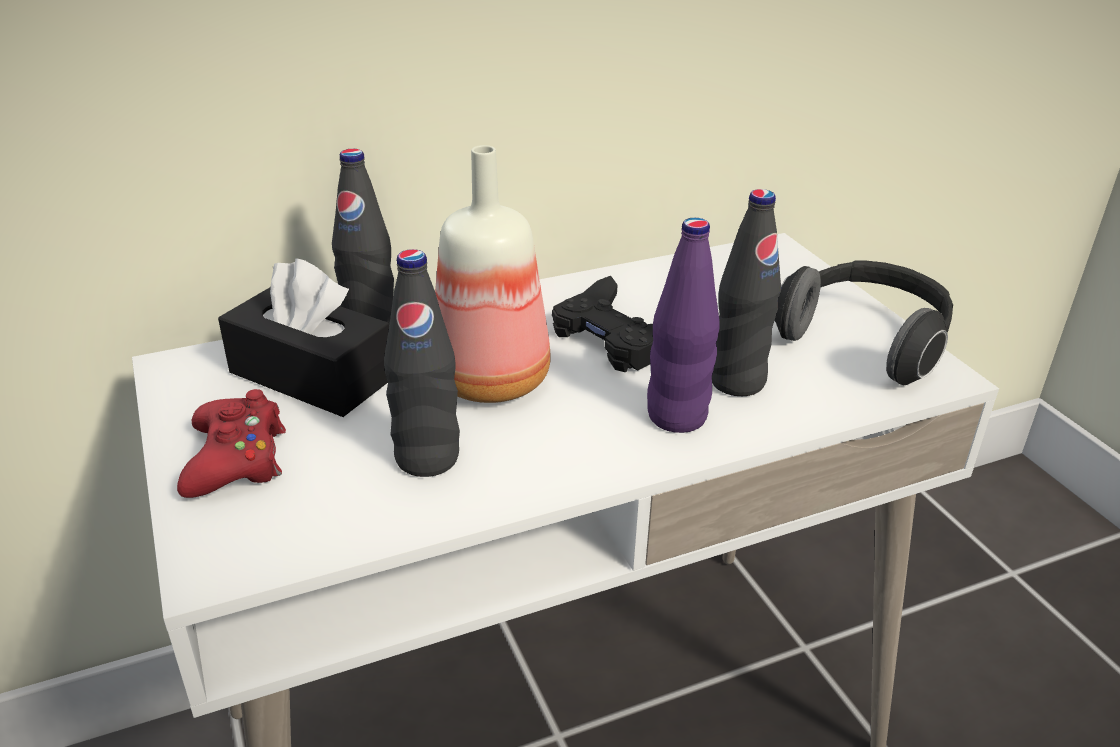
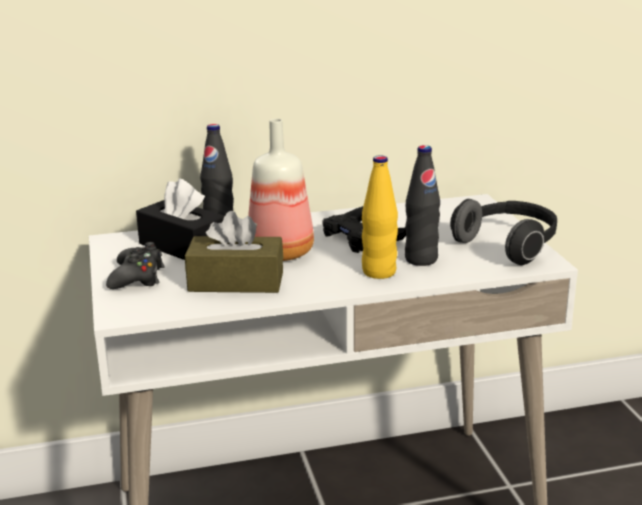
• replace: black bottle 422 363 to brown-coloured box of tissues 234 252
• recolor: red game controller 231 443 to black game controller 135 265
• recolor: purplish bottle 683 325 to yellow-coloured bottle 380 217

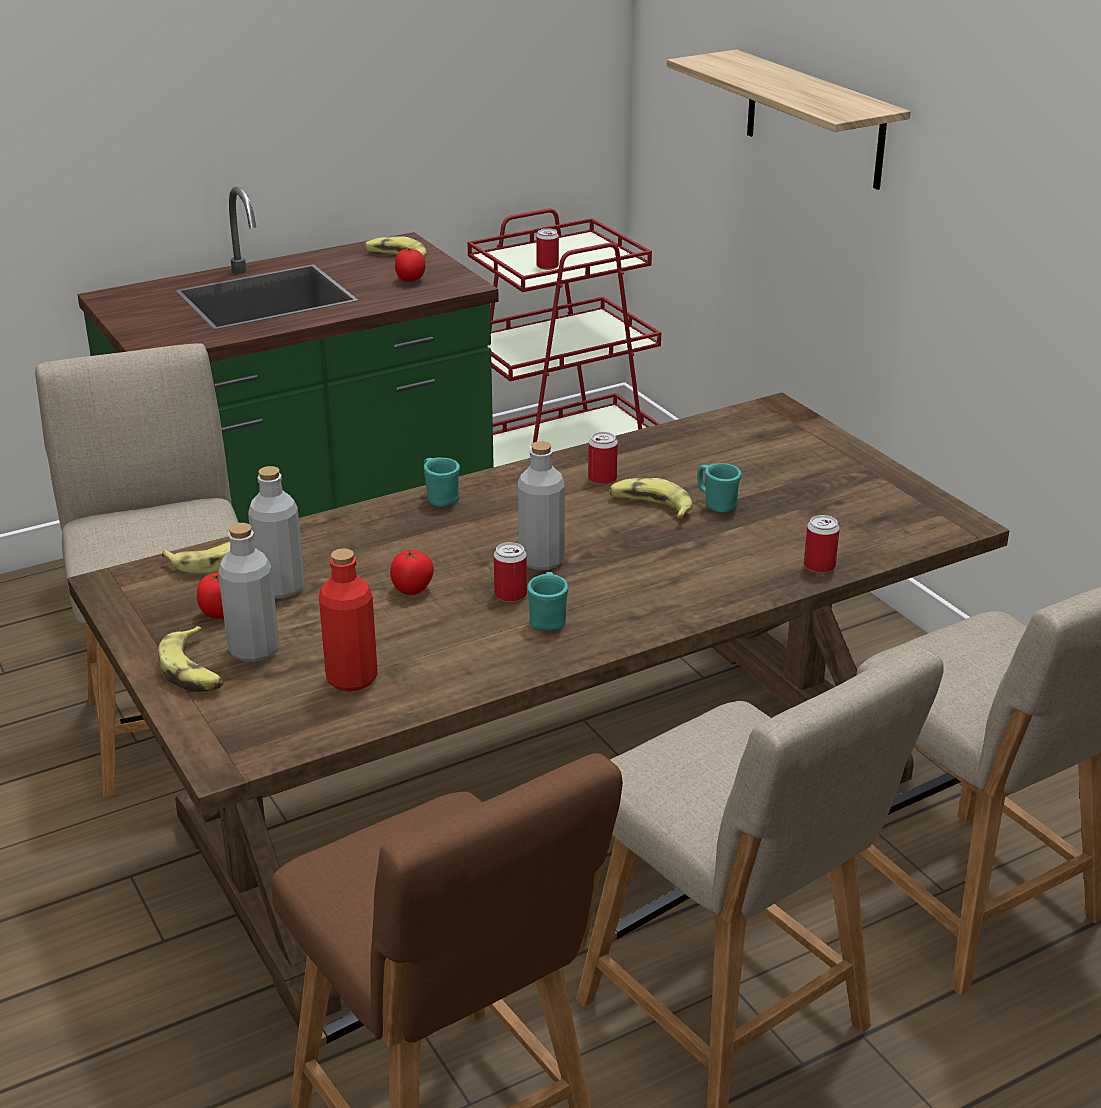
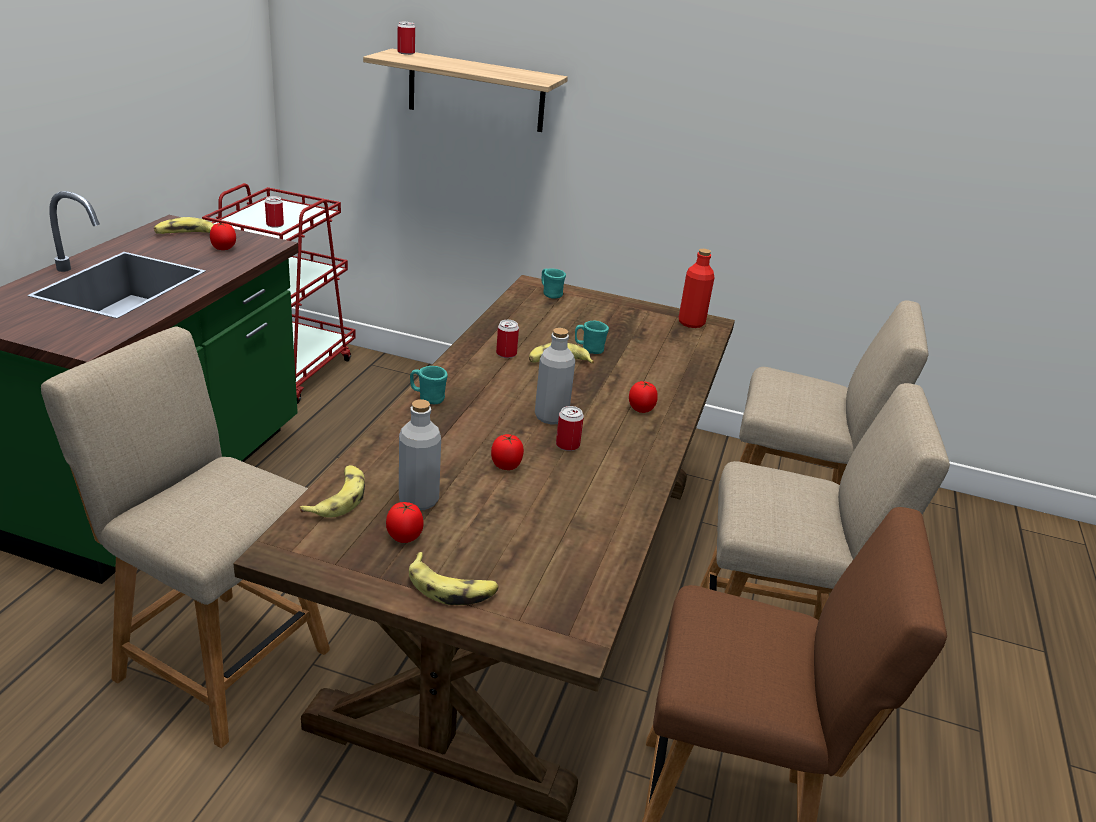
• delete: gray bottle 248 592
• insert: tomato 643 397
• move: red bottle 348 619 to 696 288
• move: turquoise tea mug 547 601 to 554 283
• move: can 822 544 to 406 38

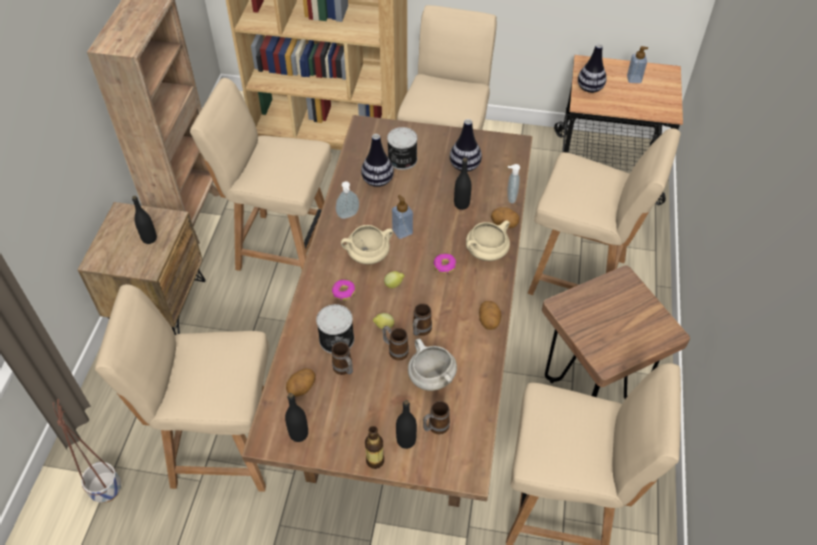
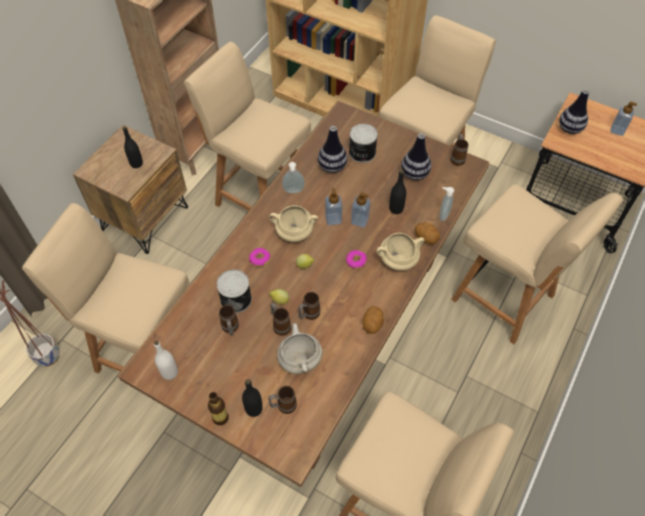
• delete: potato 301 382
• delete: brown-coloured sitting stool 616 332
• insert: liquid soap bottle 361 210
• insert: tea mug 459 150
• recolor: black bottle 296 417 to whitish bottle 166 360

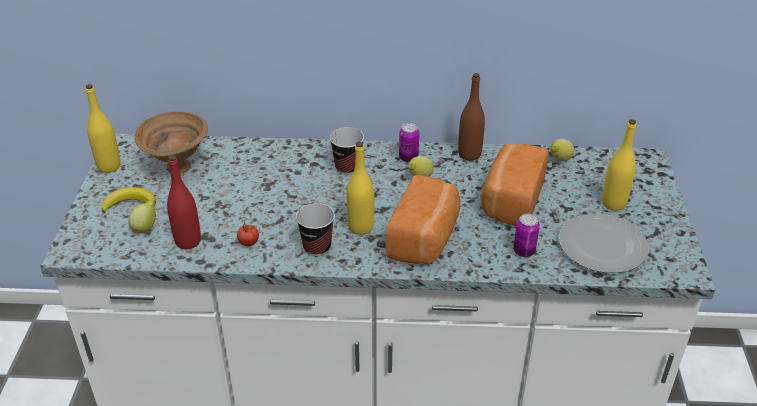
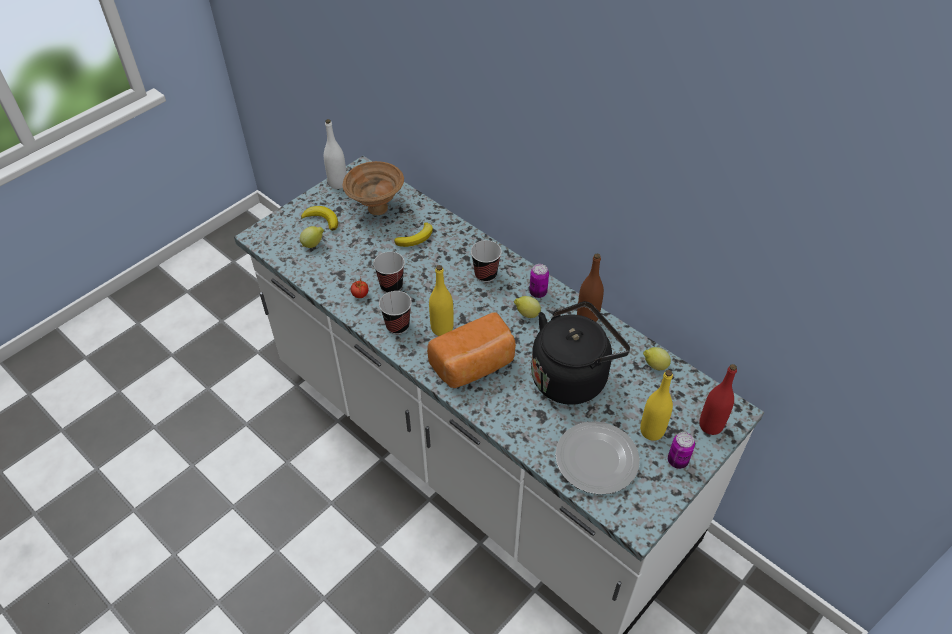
• insert: drinking cup 389 272
• insert: banana fruit 413 234
• move: red bottle 184 202 to 718 399
• move: can 526 235 to 681 450
• replace: bakery bread 515 184 to black kettle 580 353
• recolor: yellow-coloured bottle 103 128 to whitish bottle 335 154

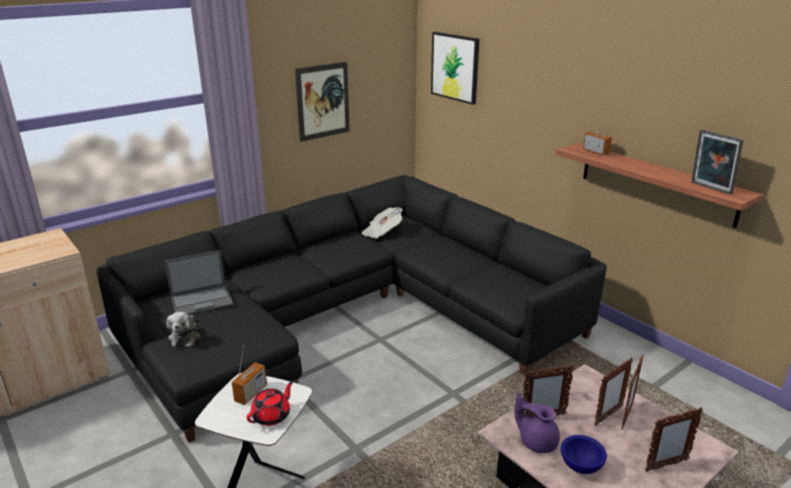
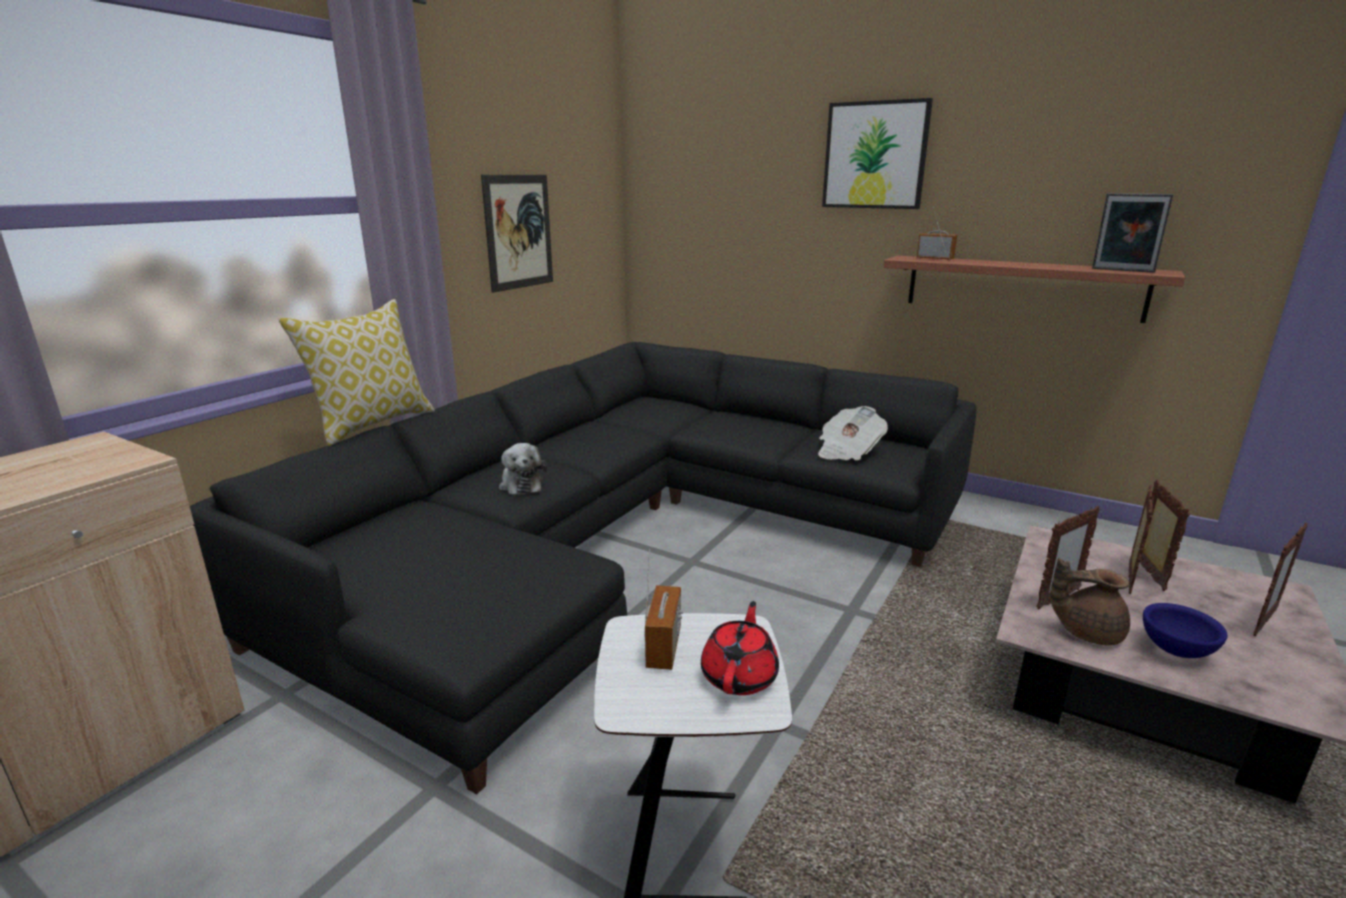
• delete: notebook computer 198 282
• insert: pillow 356 372
• move: plush toy 183 330 to 523 469
• move: daily paper 382 223 to 853 433
• move: picture 455 68 to 877 153
• recolor: purplish teapot 537 423 to brown-coloured teapot 1090 602

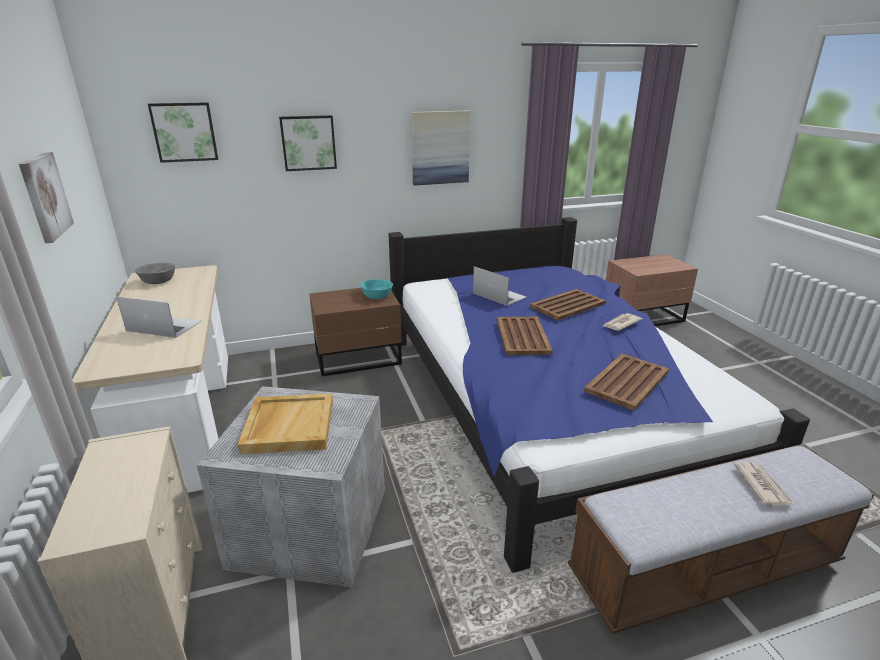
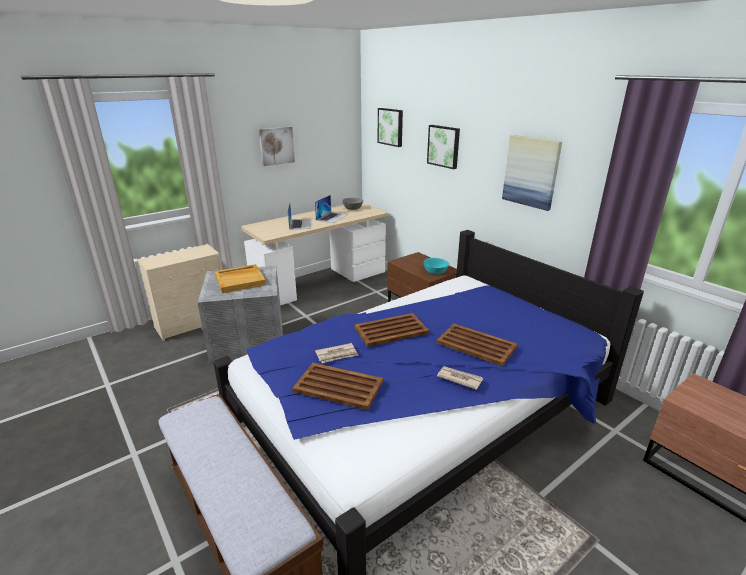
• move: notebook computer 500 286 to 331 209
• move: daily paper 764 483 to 337 353

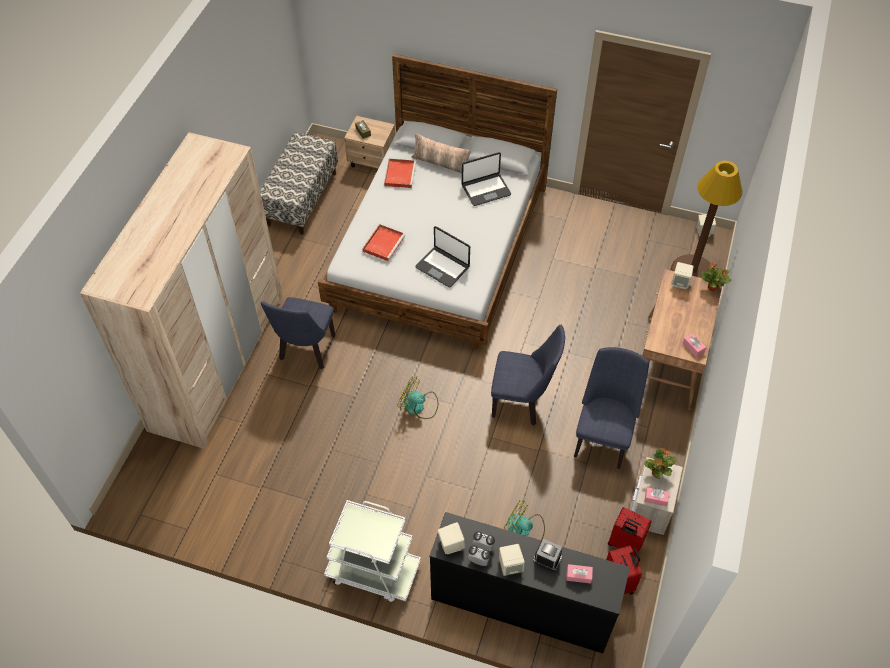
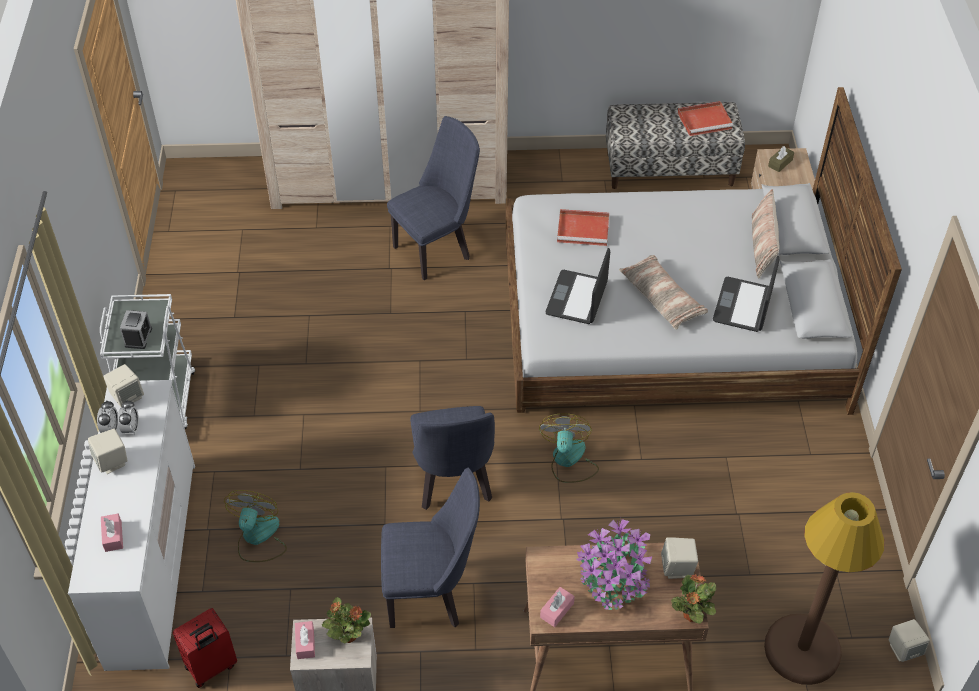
• delete: red travel case 630 532
• insert: potted plant 614 564
• insert: pillow 663 292
• move: red serving tray 400 173 to 705 118
• move: electric fan 417 397 to 569 448
• move: bedside clock 547 555 to 136 329
• recolor: black drawer chest 530 582 to whitish drawer chest 131 525
• rotate: blue-coloured upright chair 298 333 = 433 198 150 degrees clockwise
• rotate: notebook computer 486 179 = 746 294 60 degrees clockwise

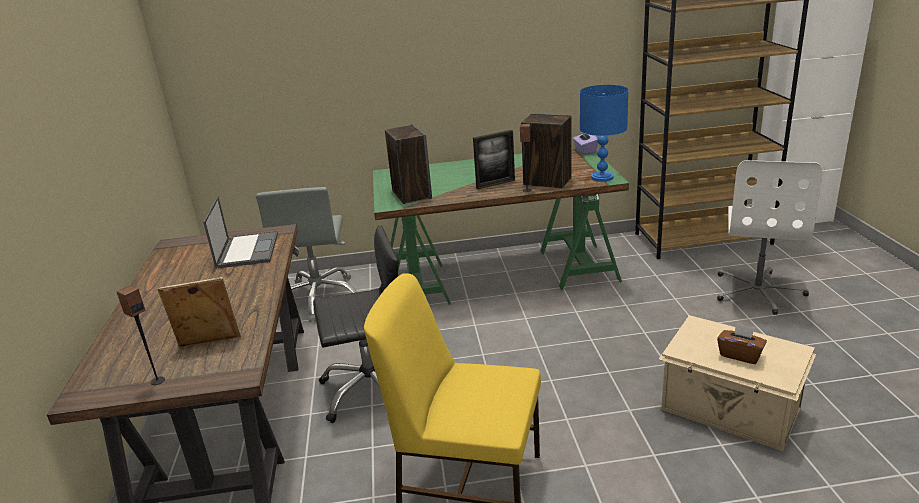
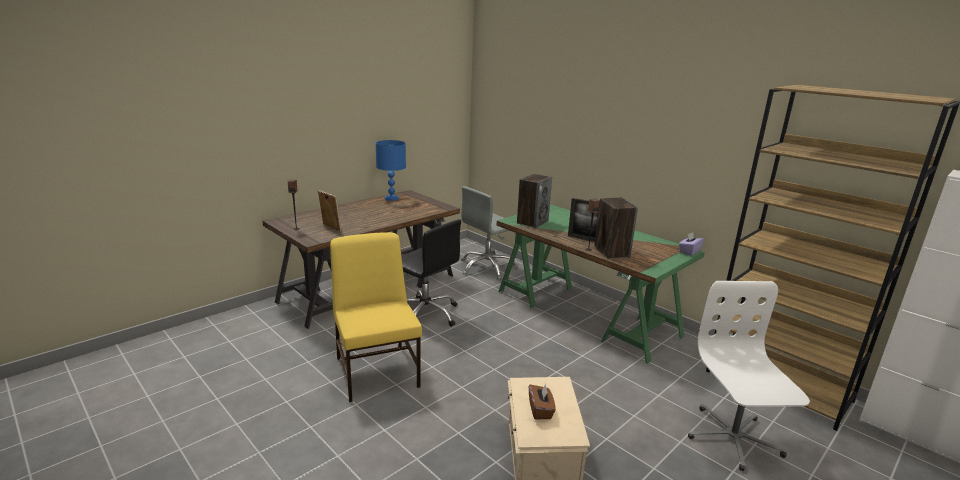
• delete: notebook computer 240 232
• move: blue-coloured tabletop lamp 604 133 to 391 170
• rotate: whitish desk chair 769 237 = 749 376 105 degrees clockwise

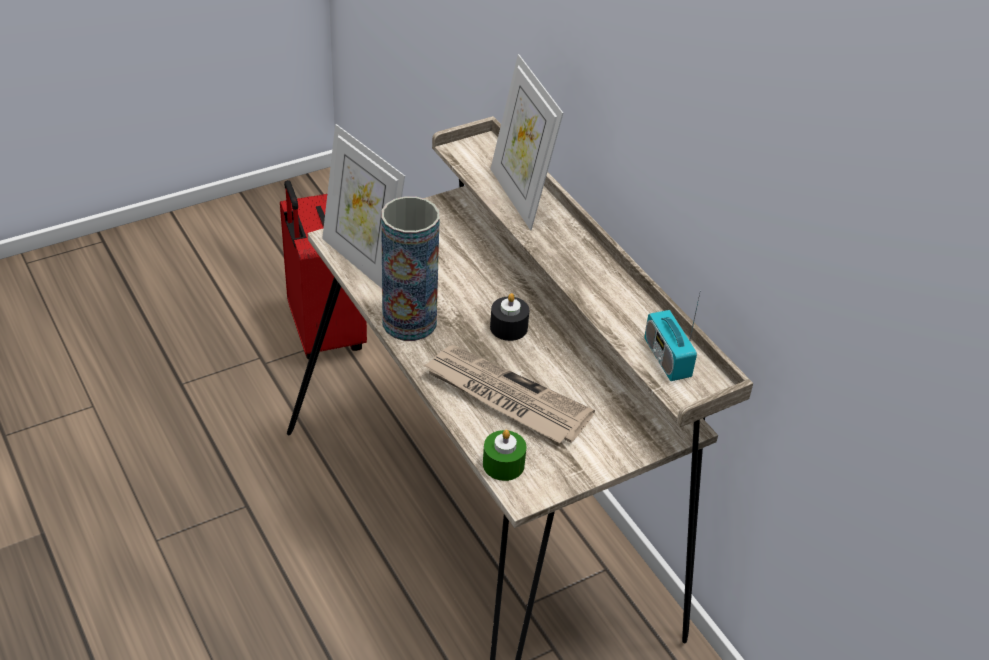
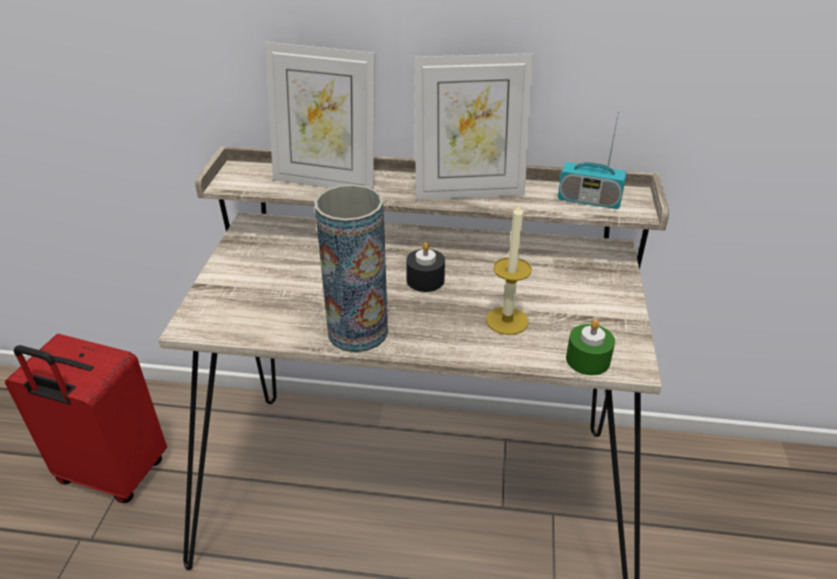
• move: picture frame 363 206 to 474 126
• replace: daily paper 509 394 to candle 509 268

